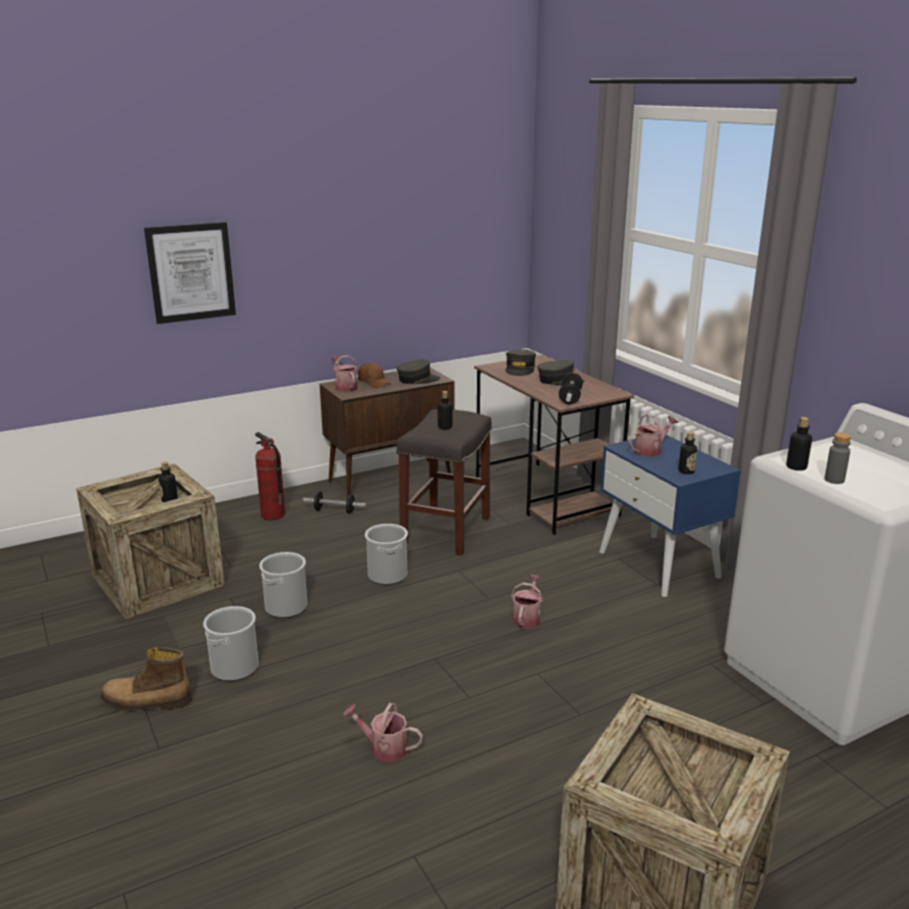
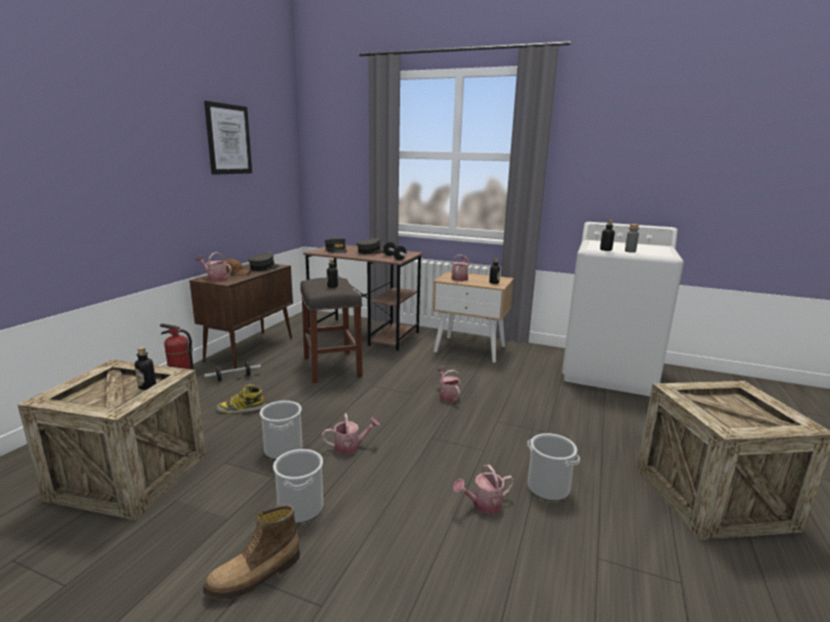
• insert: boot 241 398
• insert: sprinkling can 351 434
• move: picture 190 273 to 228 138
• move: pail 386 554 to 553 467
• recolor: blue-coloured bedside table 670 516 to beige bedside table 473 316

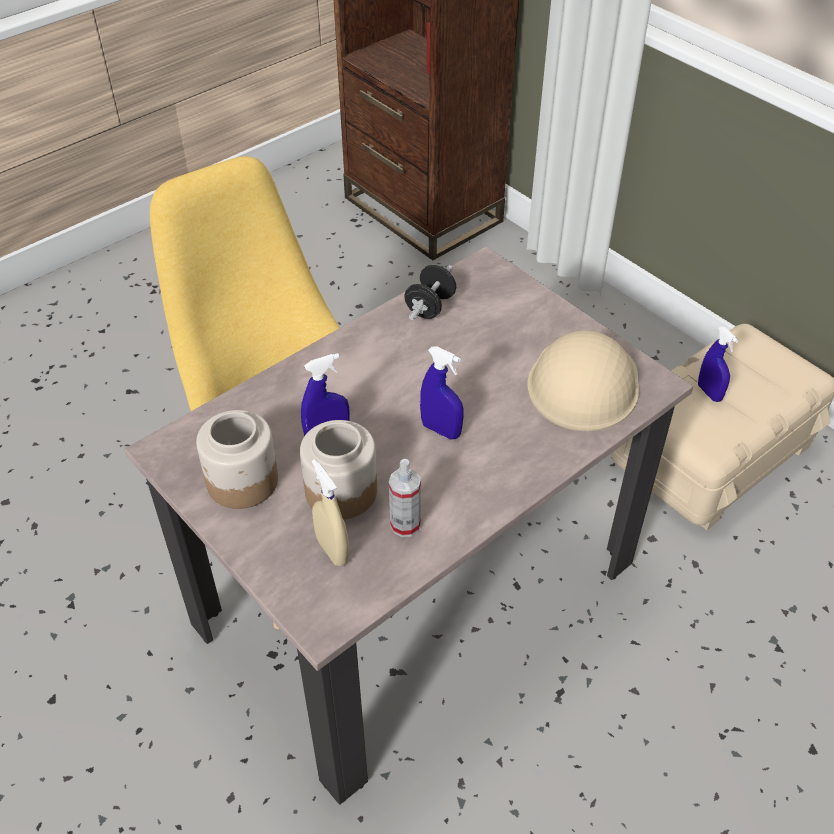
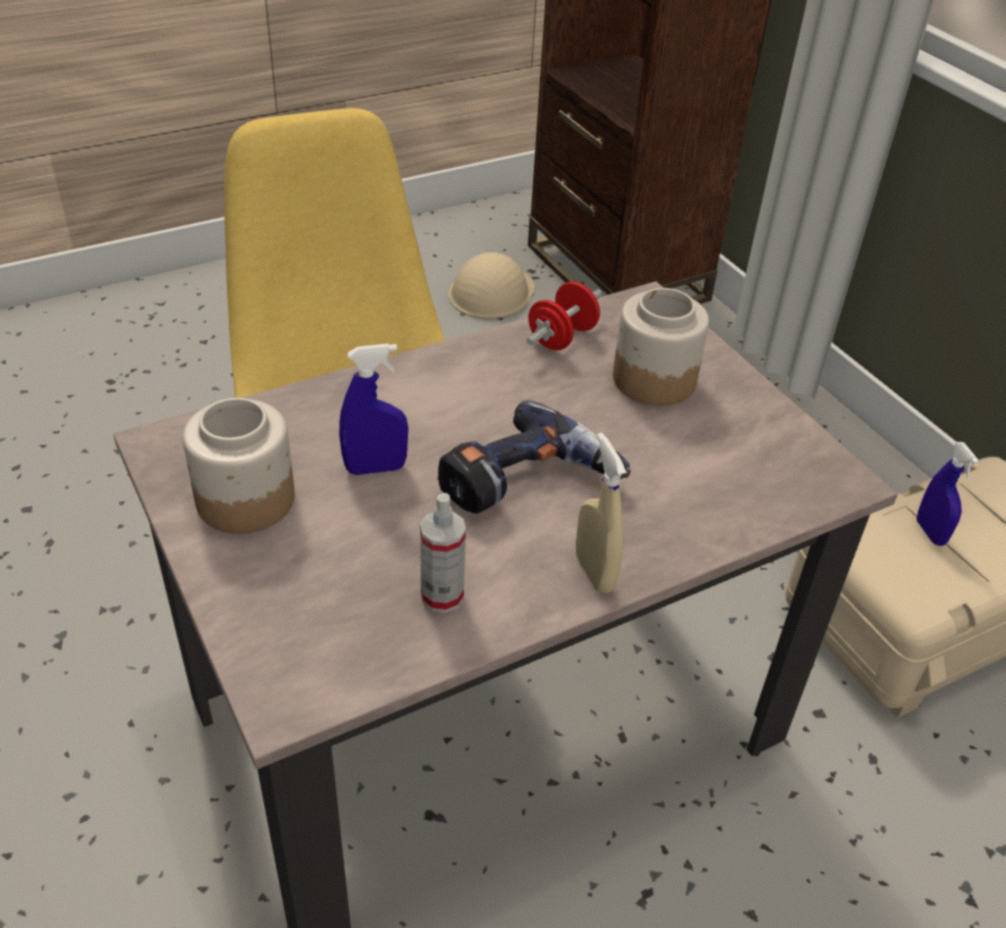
• move: storage jar 338 470 to 661 347
• move: beige spray bottle 330 512 to 601 513
• move: beige work helmet 583 380 to 492 285
• replace: blue-coloured spray bottle 442 393 to drill 534 457
• recolor: black hand weight 430 292 to red hand weight 564 316

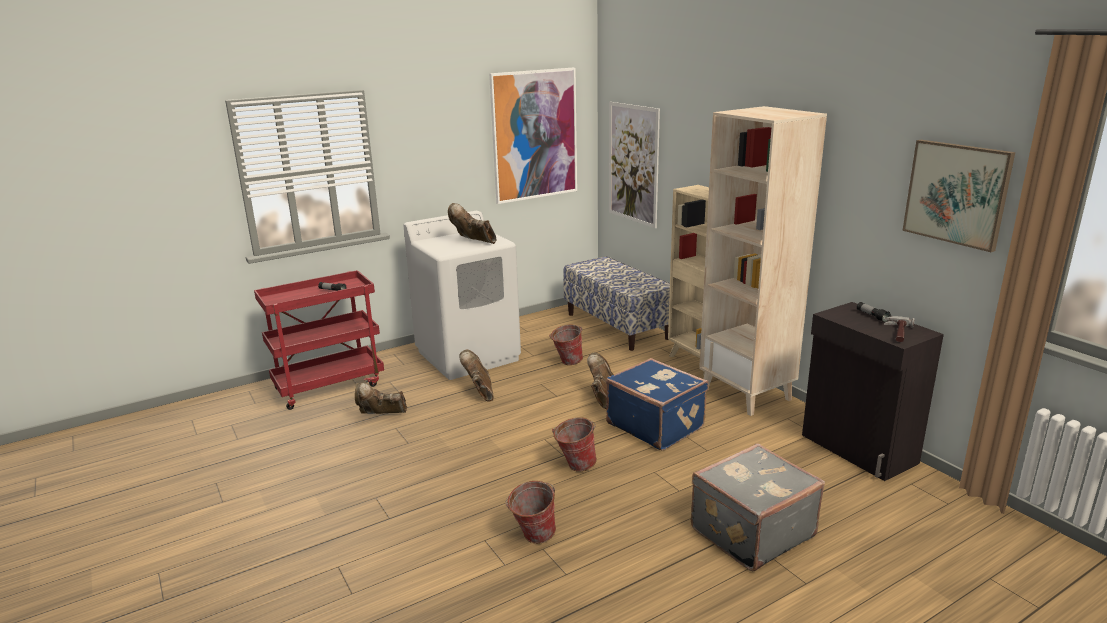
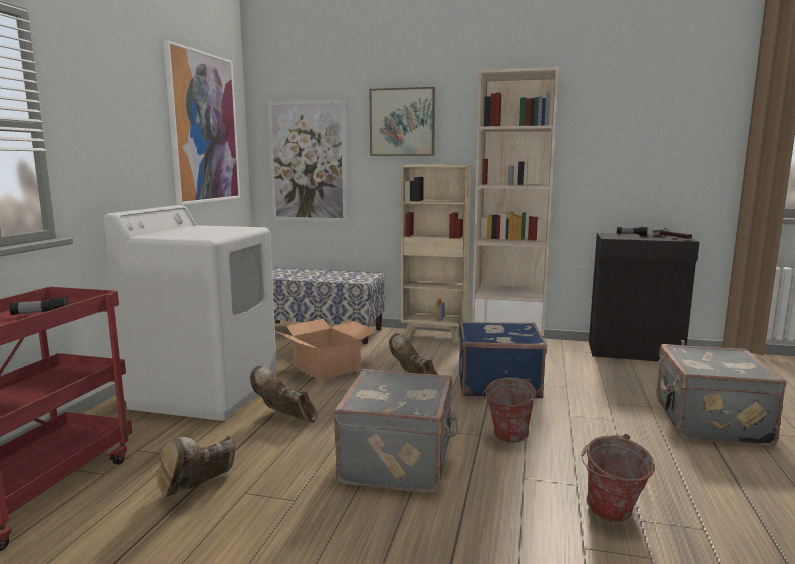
• delete: brown-coloured boot 472 223
• insert: gray travel case 395 431
• move: picture 958 196 to 402 121
• replace: pail 566 345 to carton 326 350

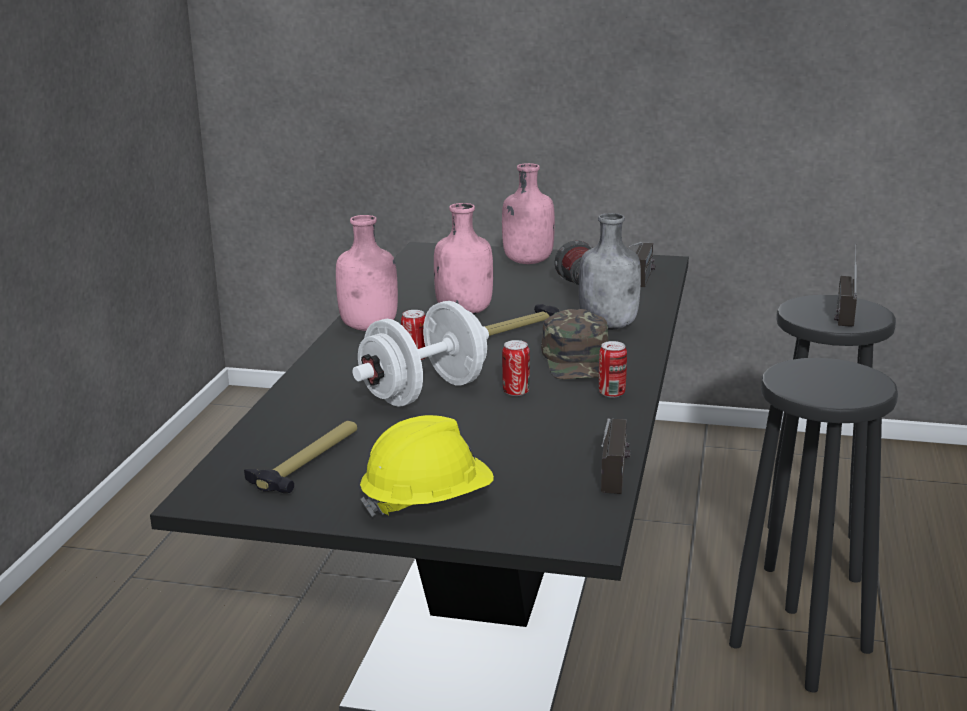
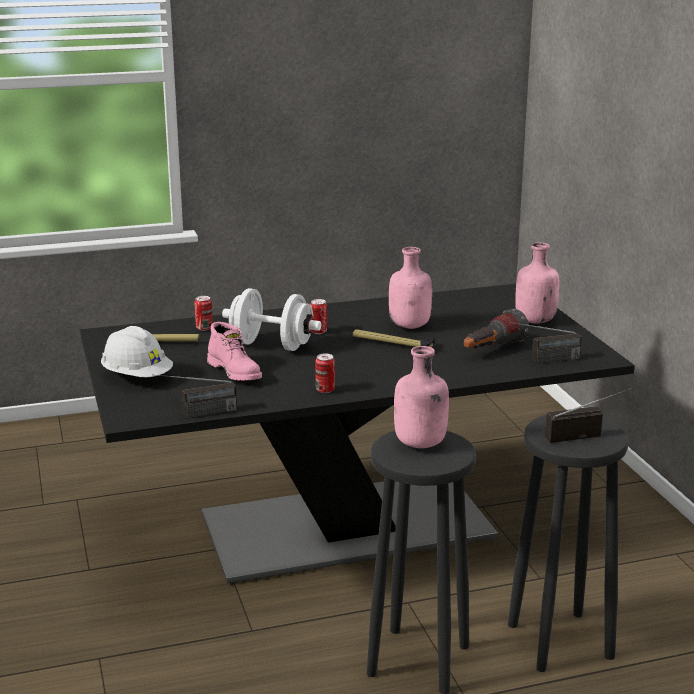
• delete: green cap 575 344
• delete: gray bottle 610 271
• insert: pink-coloured boot 234 351
• move: pink-coloured bottle 367 273 to 421 397
• move: can 516 368 to 204 313
• recolor: yellow-coloured work helmet 427 466 to whitish work helmet 137 351

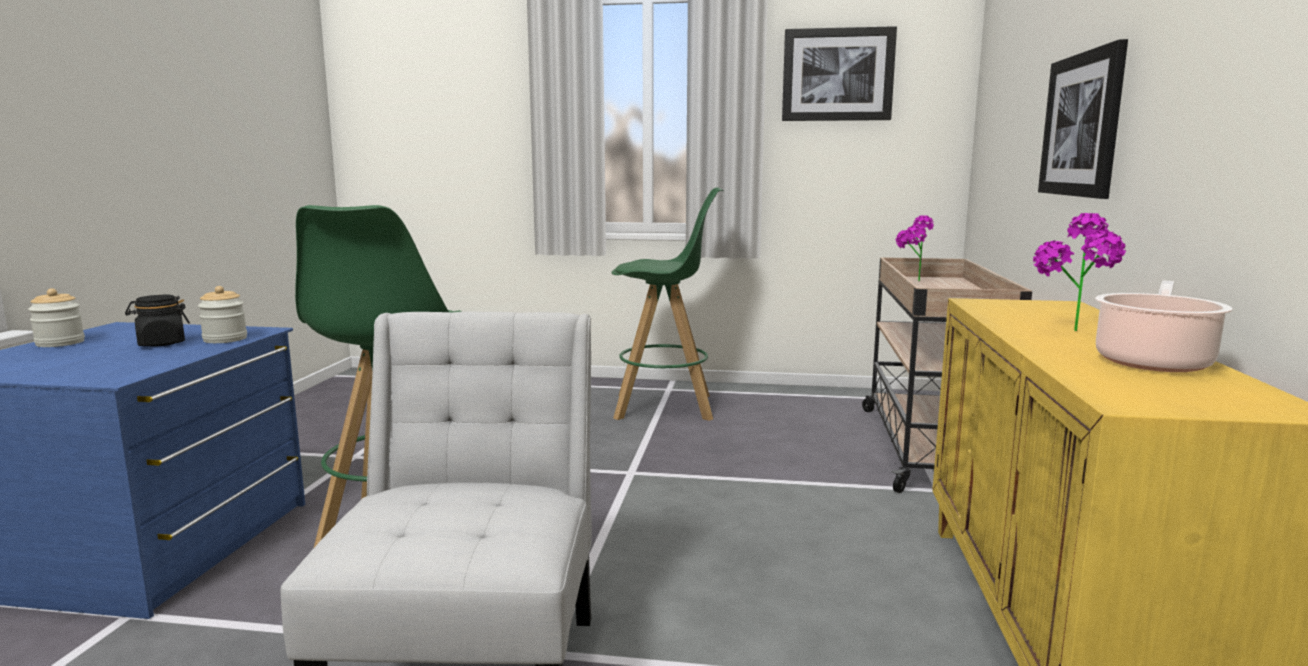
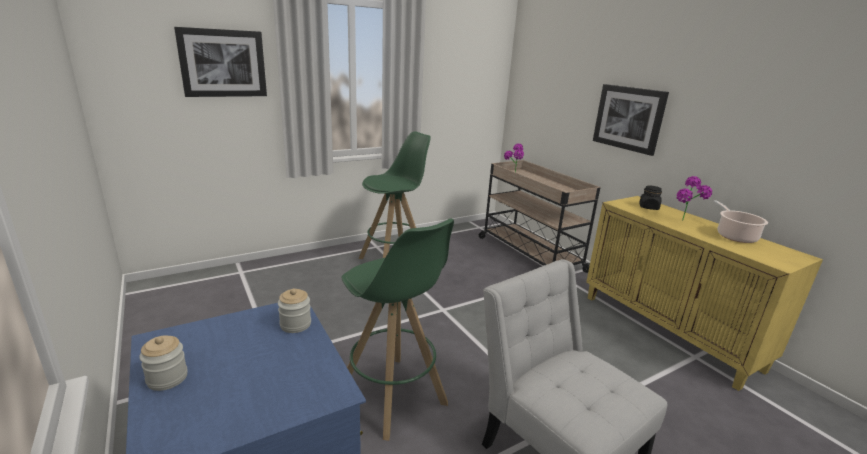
• move: black storage jar 157 321 to 650 197
• move: picture 839 73 to 220 62

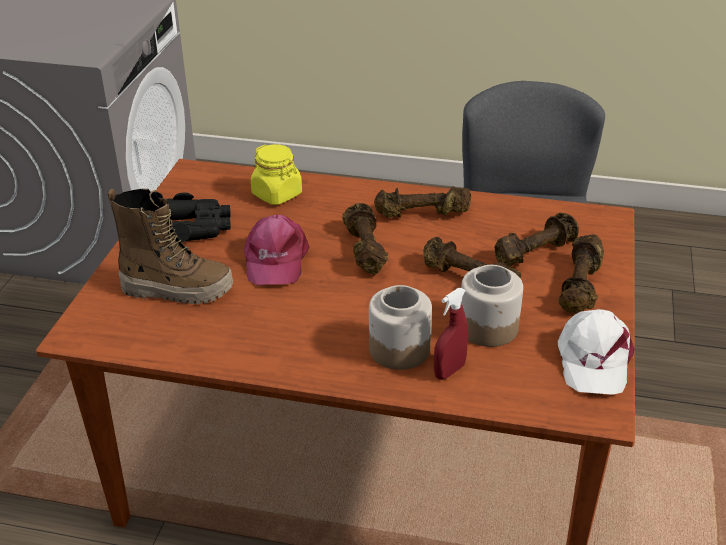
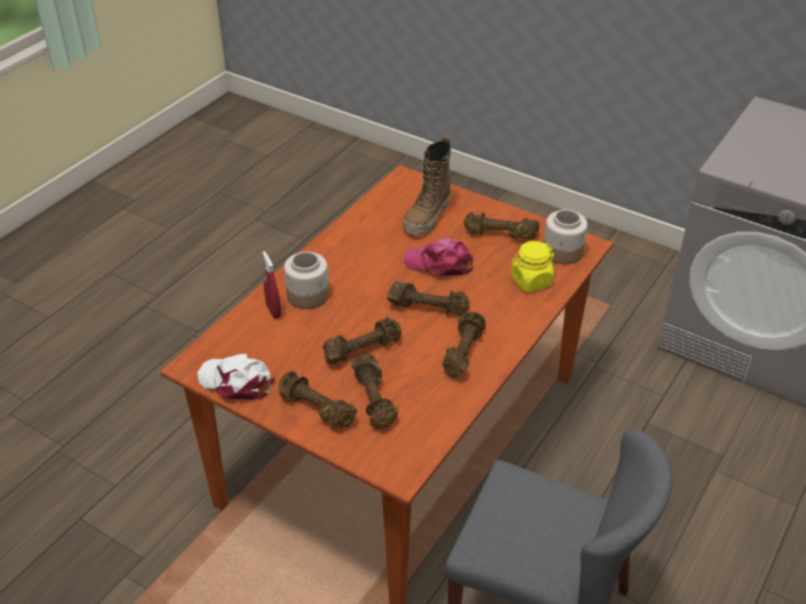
• move: storage jar 492 306 to 566 236
• replace: black pair of binoculars 198 217 to brown-coloured hand weight 502 225

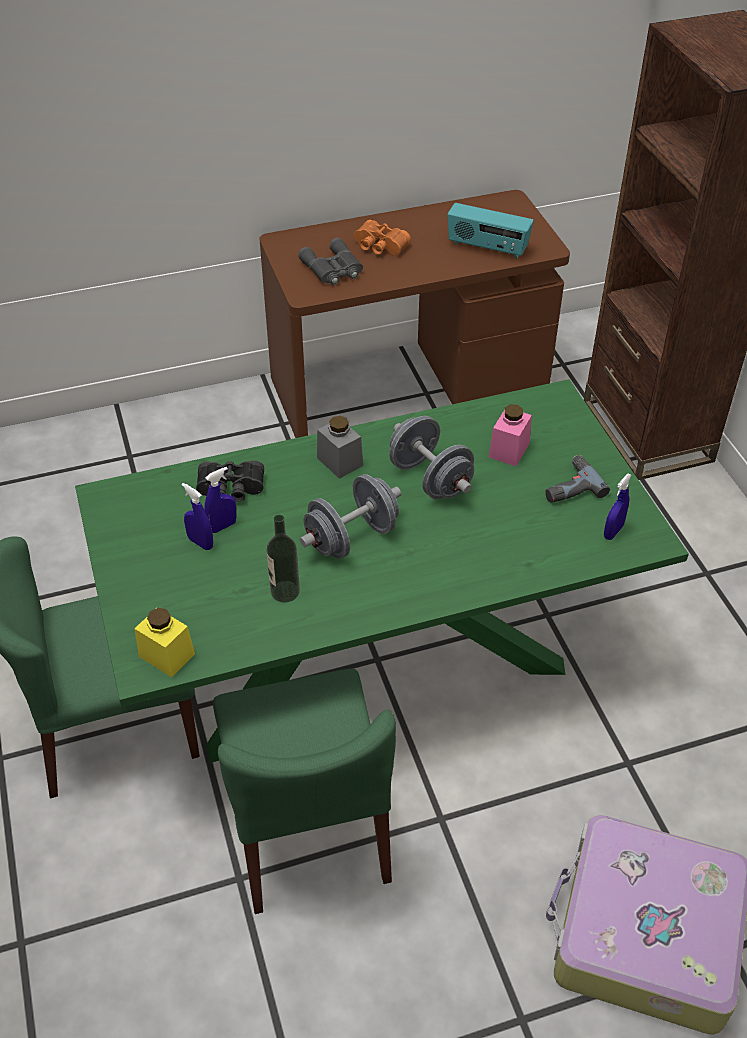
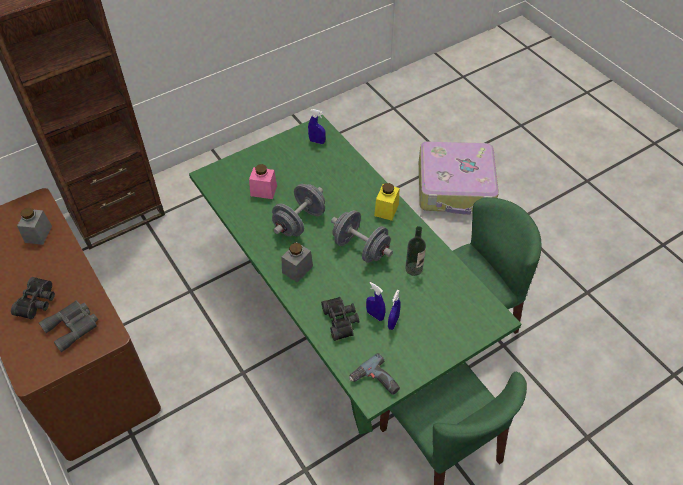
• move: yellow-coloured storage jar 164 642 to 386 202
• move: drill 577 479 to 374 374
• replace: radio set 490 230 to gray storage jar 34 226
• recolor: orange-coloured pair of binoculars 382 238 to black pair of binoculars 33 298

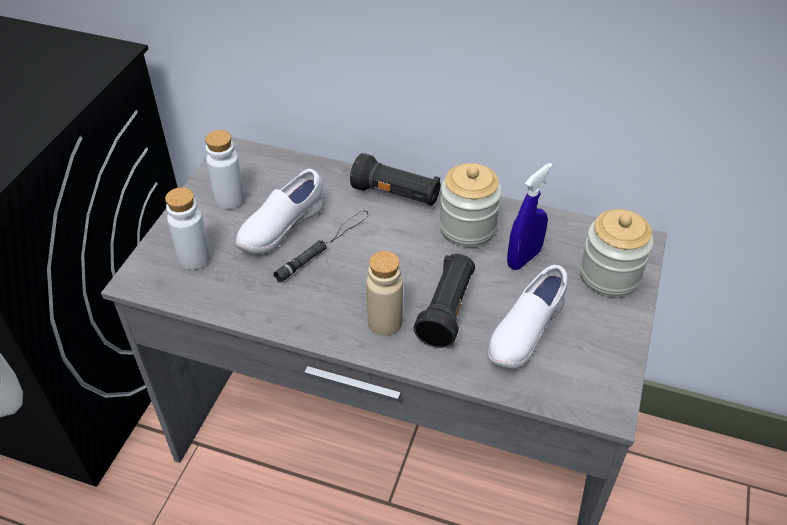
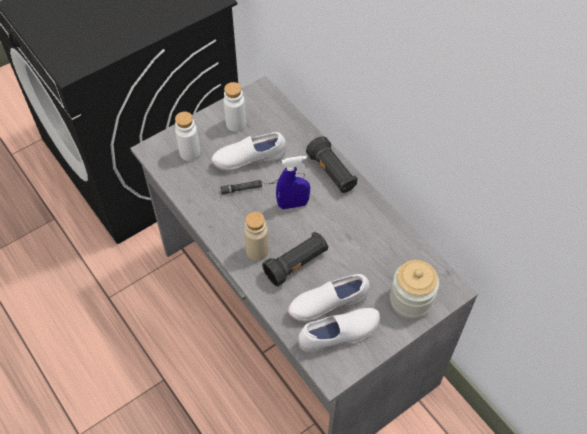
• delete: storage jar 470 205
• insert: whitish low shoe 339 330
• move: blue-coloured spray bottle 530 216 to 293 182

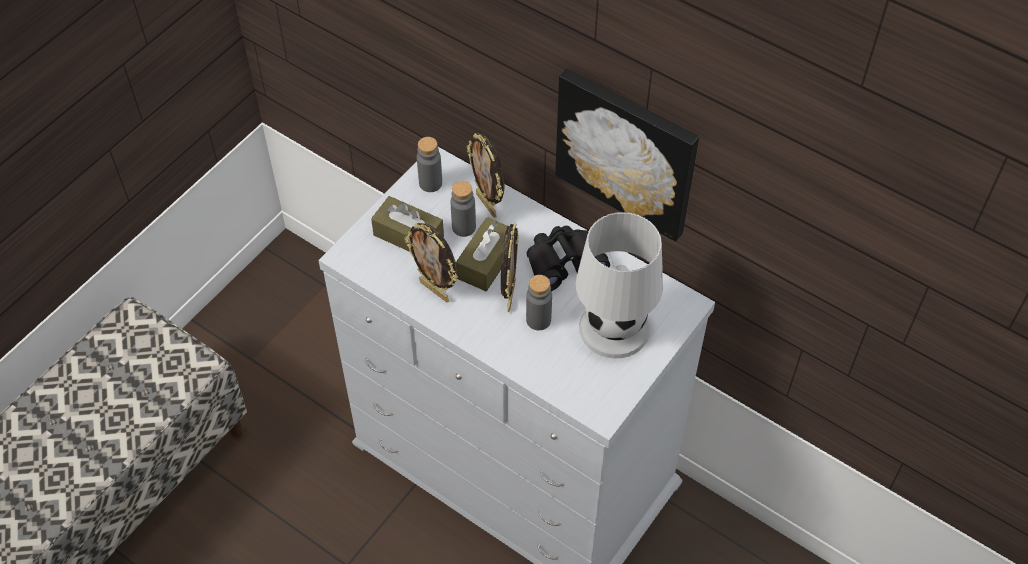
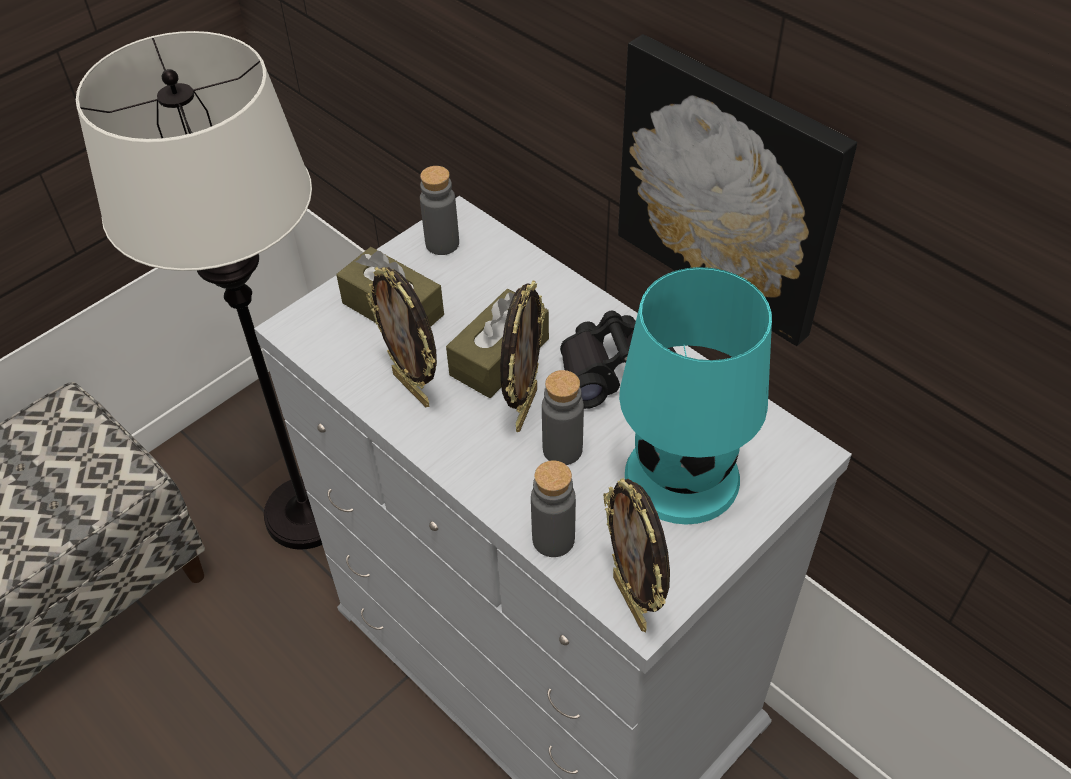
• insert: whitish standard lamp 199 290
• move: gray bottle 463 209 to 553 509
• move: picture frame 485 175 to 636 555
• recolor: whitish tabletop lamp 619 285 to turquoise tabletop lamp 695 396

